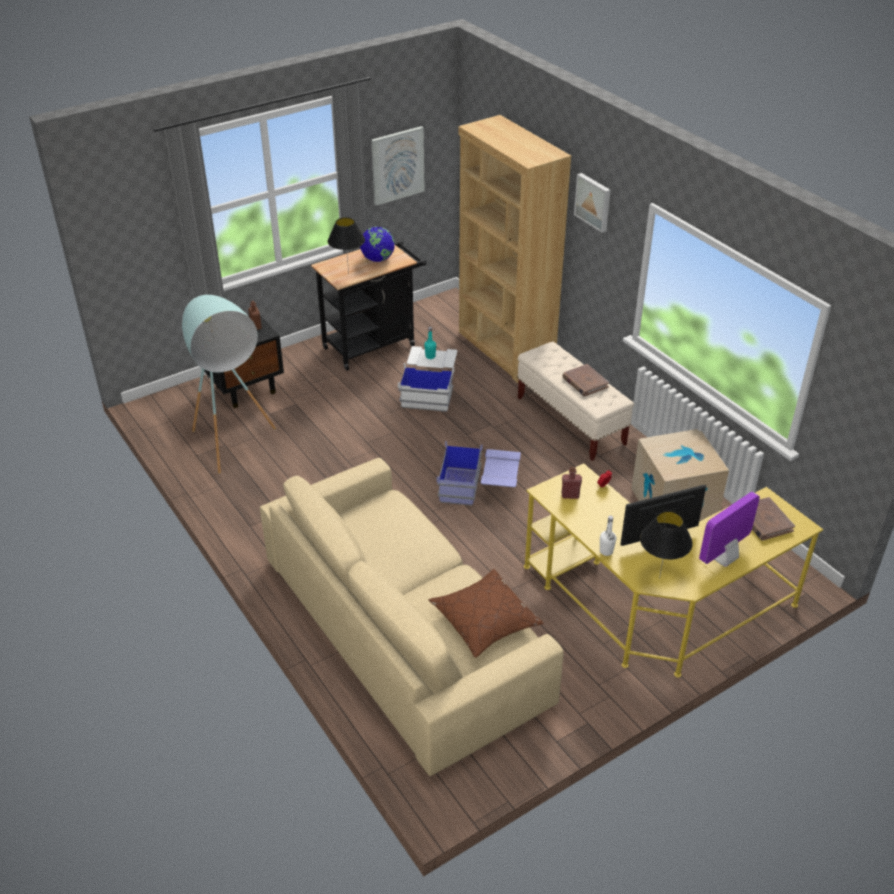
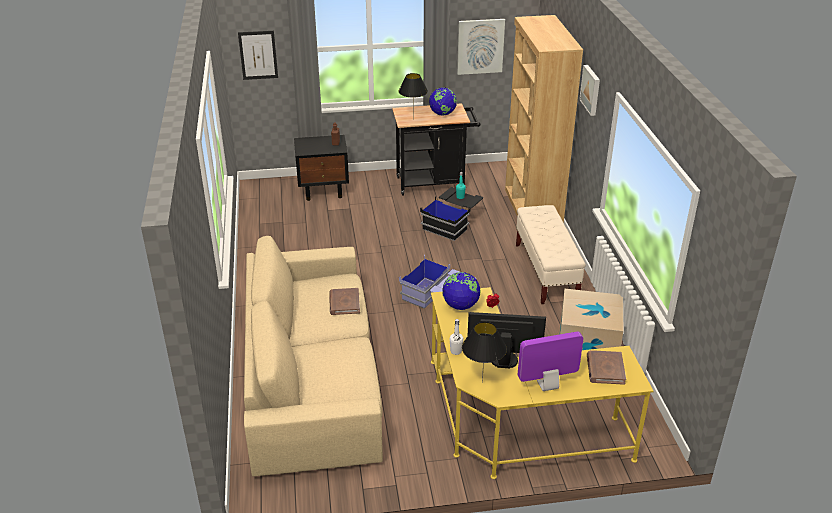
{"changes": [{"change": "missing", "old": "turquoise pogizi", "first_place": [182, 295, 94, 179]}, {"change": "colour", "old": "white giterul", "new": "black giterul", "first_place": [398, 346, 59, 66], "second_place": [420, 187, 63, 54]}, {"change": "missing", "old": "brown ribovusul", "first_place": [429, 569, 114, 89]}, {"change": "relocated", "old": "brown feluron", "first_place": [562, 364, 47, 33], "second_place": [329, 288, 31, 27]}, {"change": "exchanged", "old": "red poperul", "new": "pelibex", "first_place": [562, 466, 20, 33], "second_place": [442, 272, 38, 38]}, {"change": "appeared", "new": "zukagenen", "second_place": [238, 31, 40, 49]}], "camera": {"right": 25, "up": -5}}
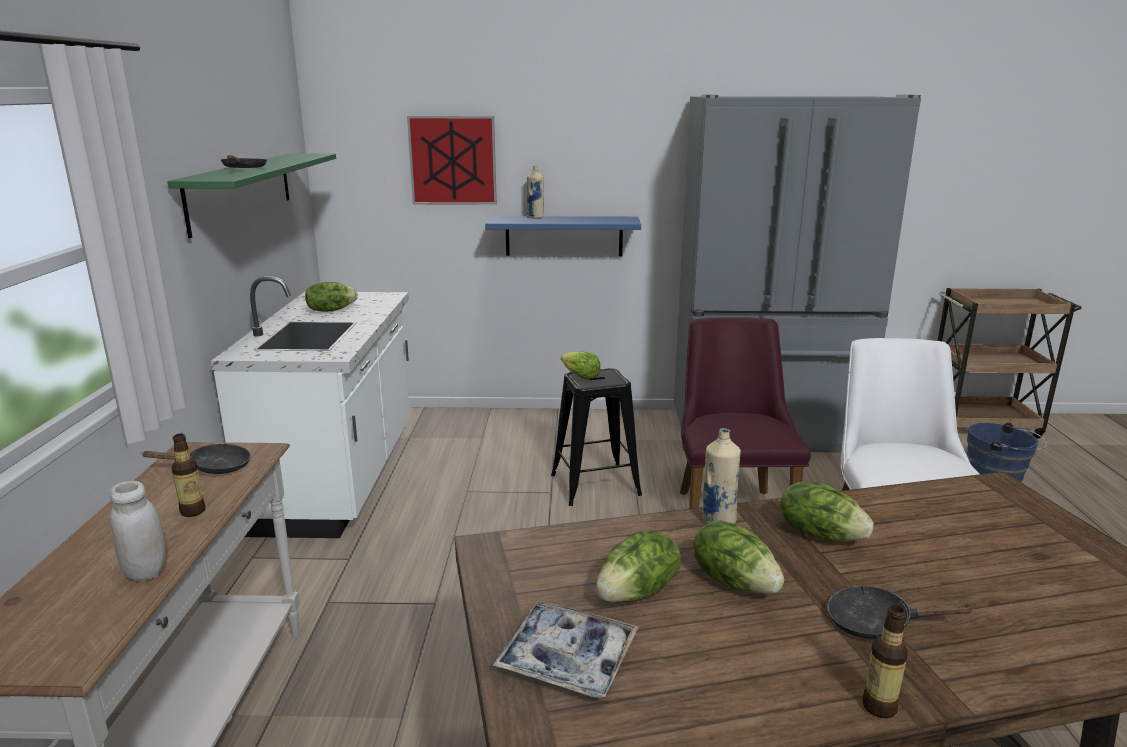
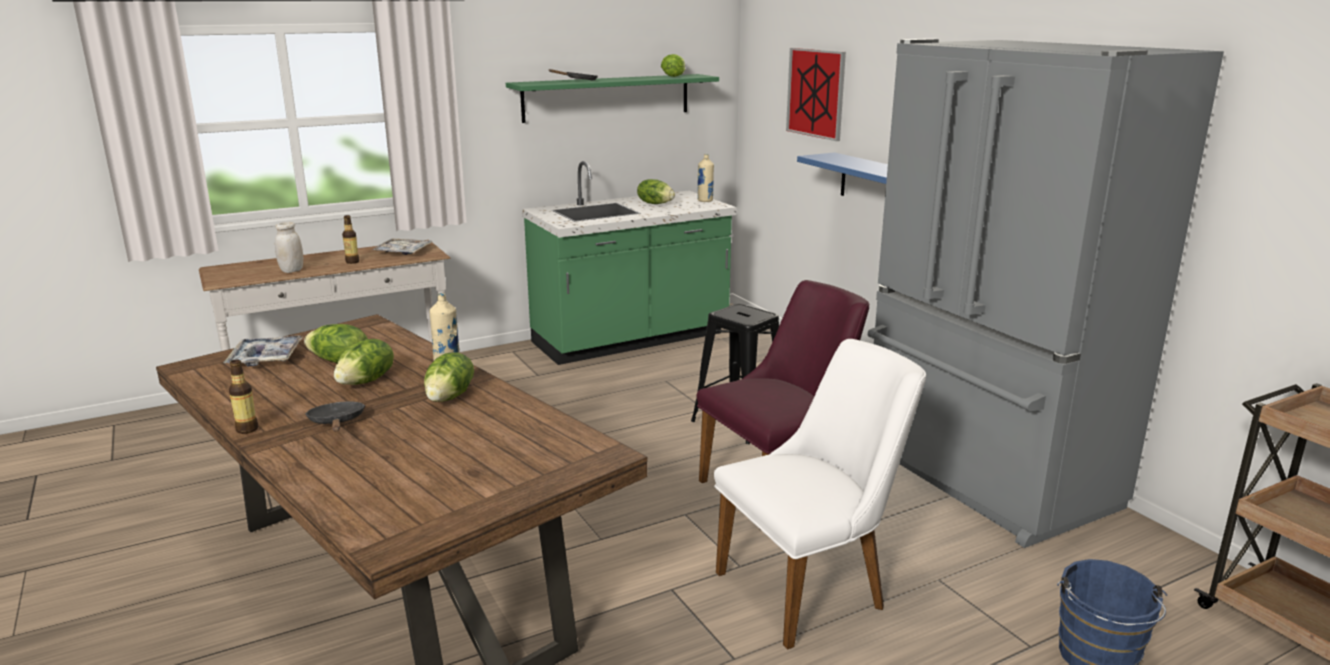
{"changes": [{"change": "exchanged", "old": "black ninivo", "new": "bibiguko", "first_place": [142, 443, 109, 31], "second_place": [371, 238, 62, 17]}, {"change": "colour", "old": "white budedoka", "new": "green budedoka", "first_place": [211, 276, 199, 262], "second_place": [522, 161, 214, 204]}, {"change": "relocated", "old": "beige poperul", "first_place": [526, 166, 18, 53], "second_place": [697, 154, 17, 48]}, {"change": "relocated", "old": "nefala", "first_place": [561, 351, 40, 28], "second_place": [661, 54, 24, 23]}], "camera": {"right": 60, "up": 0}}
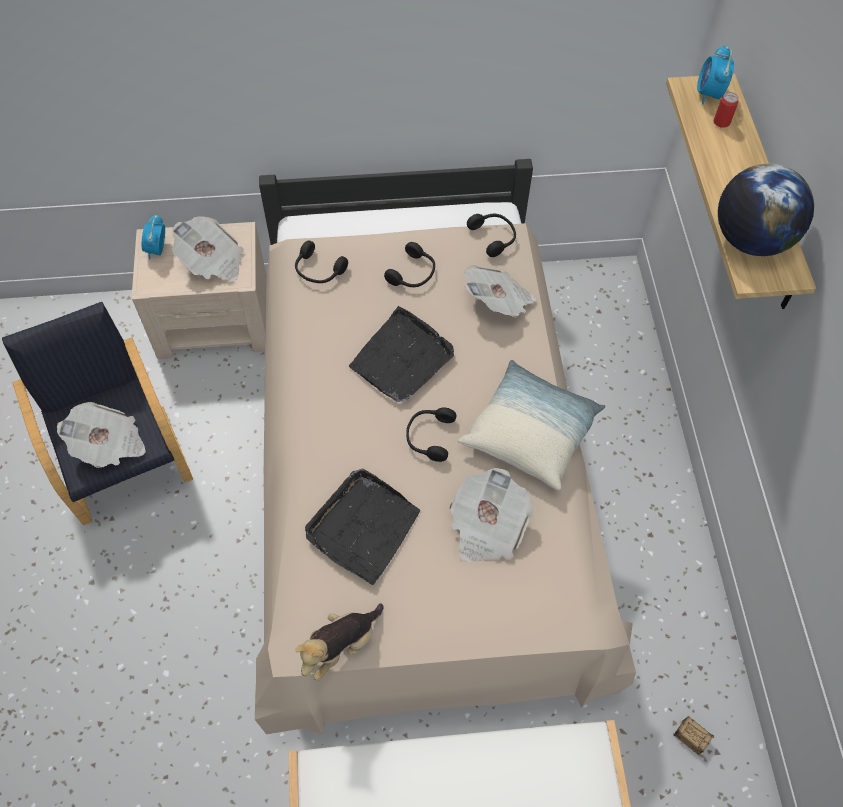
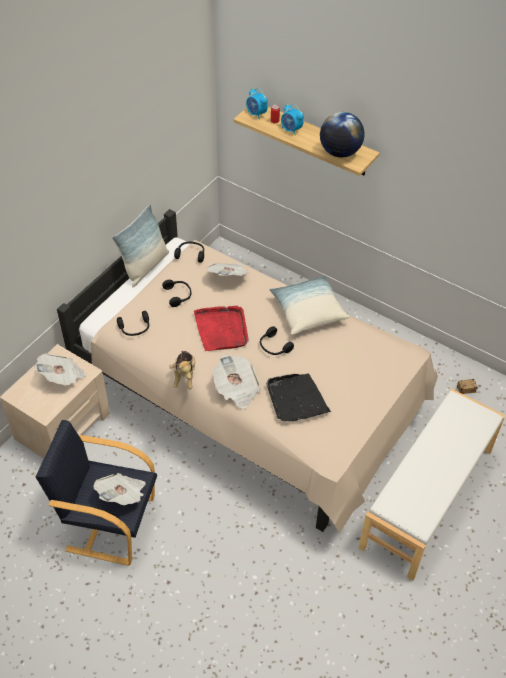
{"changes": [{"change": "relocated", "old": "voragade", "first_place": [142, 214, 23, 45], "second_place": [281, 104, 23, 31]}, {"change": "relocated", "old": "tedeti", "first_place": [295, 604, 89, 76], "second_place": [169, 351, 26, 38]}, {"change": "colour", "old": "black bibiguko", "new": "red bibiguko", "first_place": [349, 306, 105, 96], "second_place": [194, 306, 55, 45]}, {"change": "relocated", "old": "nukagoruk", "first_place": [450, 468, 83, 94], "second_place": [212, 354, 49, 55]}, {"change": "appeared", "new": "ribovusul", "second_place": [112, 204, 57, 83]}], "camera": {"right": -50, "up": -10}}
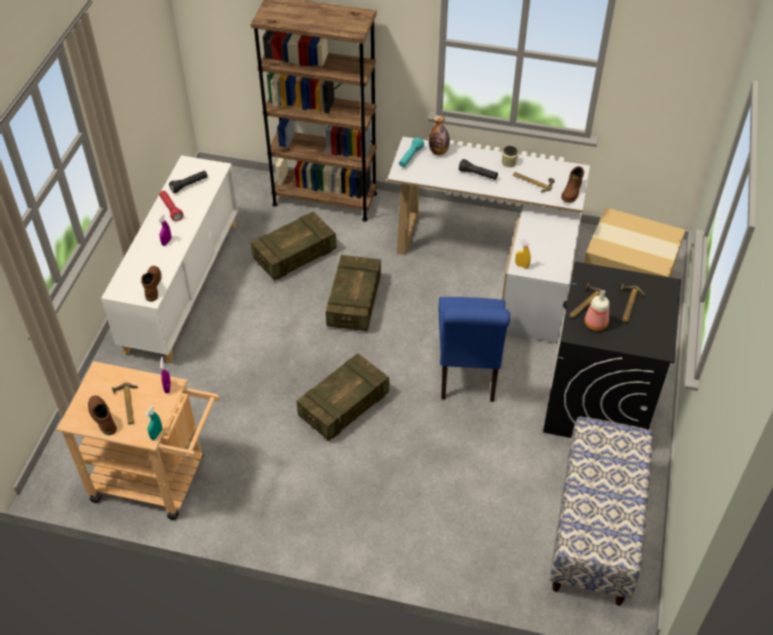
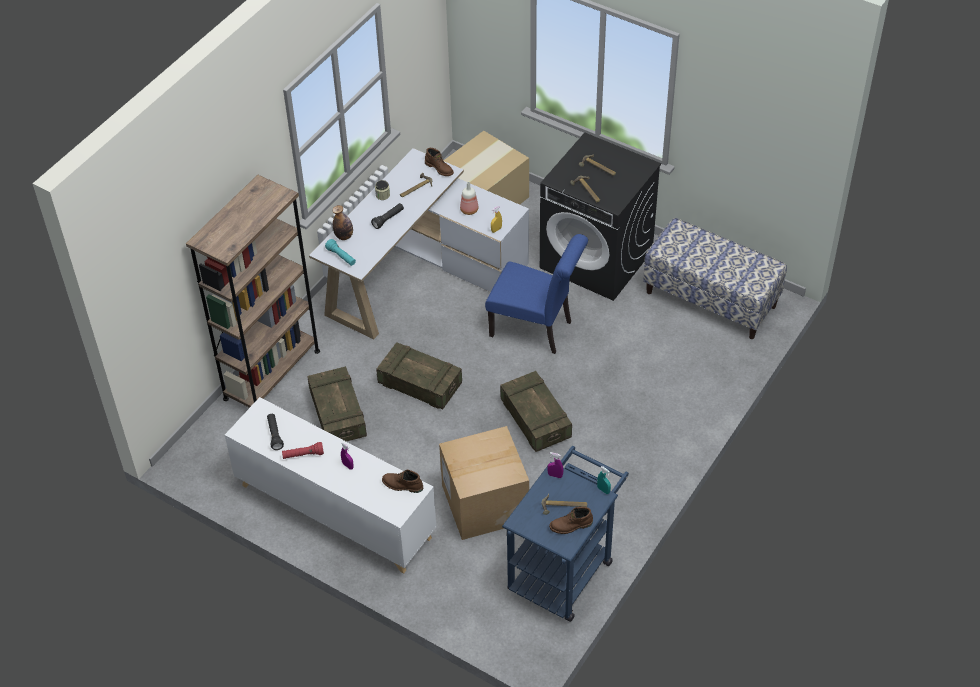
{"changes": [{"change": "colour", "old": "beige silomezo", "new": "blue silomezo", "first_place": [57, 361, 163, 159], "second_place": [502, 446, 127, 176]}, {"change": "relocated", "old": "poperul", "first_place": [585, 290, 24, 41], "second_place": [460, 182, 19, 33]}, {"change": "appeared", "new": "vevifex", "second_place": [439, 426, 90, 114]}], "camera": {"right": -70, "up": 0}}
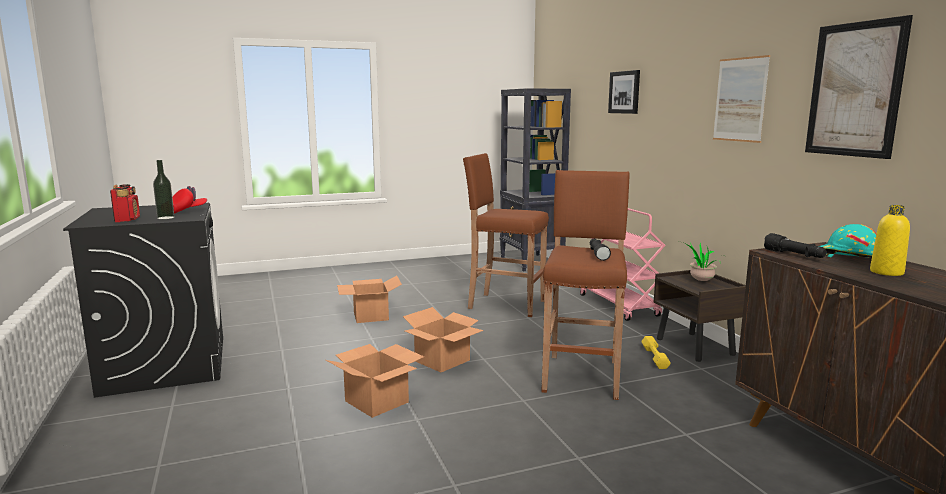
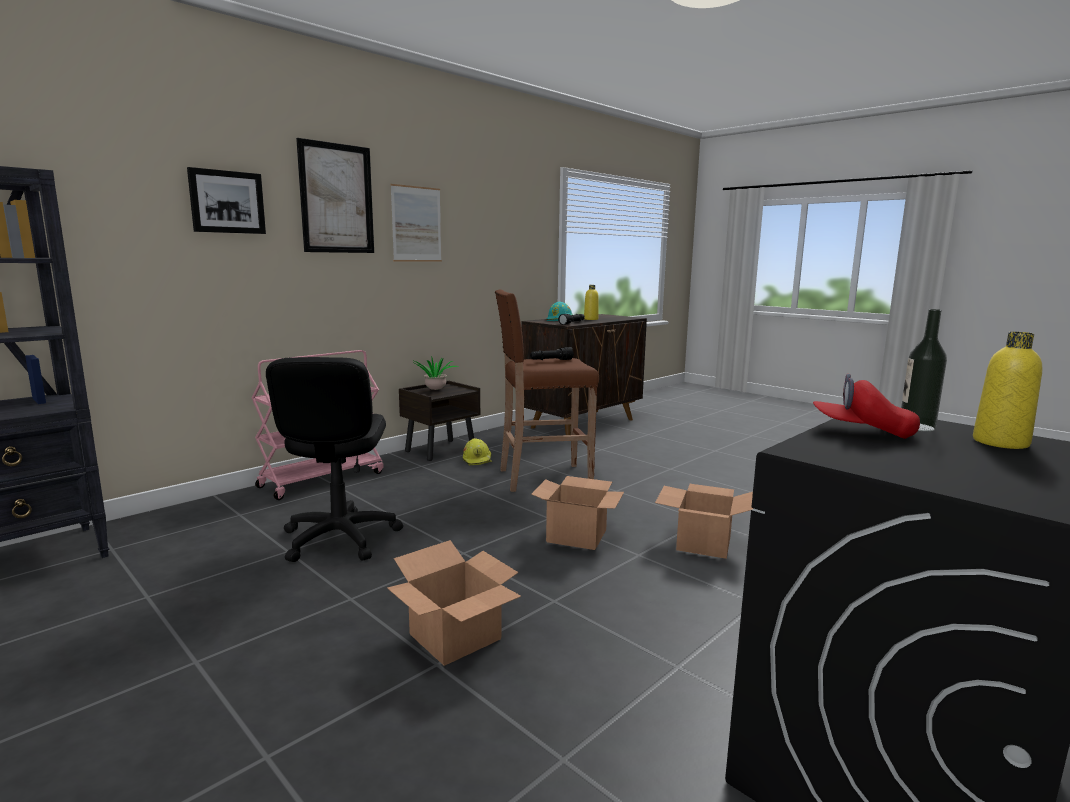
{"changes": [{"change": "exchanged", "old": "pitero", "new": "yellow poperul", "first_place": [110, 184, 30, 38], "second_place": [973, 332, 69, 117]}, {"change": "exchanged", "old": "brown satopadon", "new": "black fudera", "first_place": [463, 153, 86, 164], "second_place": [266, 357, 137, 205]}, {"change": "exchanged", "old": "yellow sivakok", "new": "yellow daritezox", "first_place": [641, 336, 30, 33], "second_place": [463, 438, 29, 27]}, {"change": "relocated", "old": "zukagenen", "first_place": [805, 15, 108, 144], "second_place": [296, 138, 78, 115]}], "camera": {"right": -115, "up": 0}}
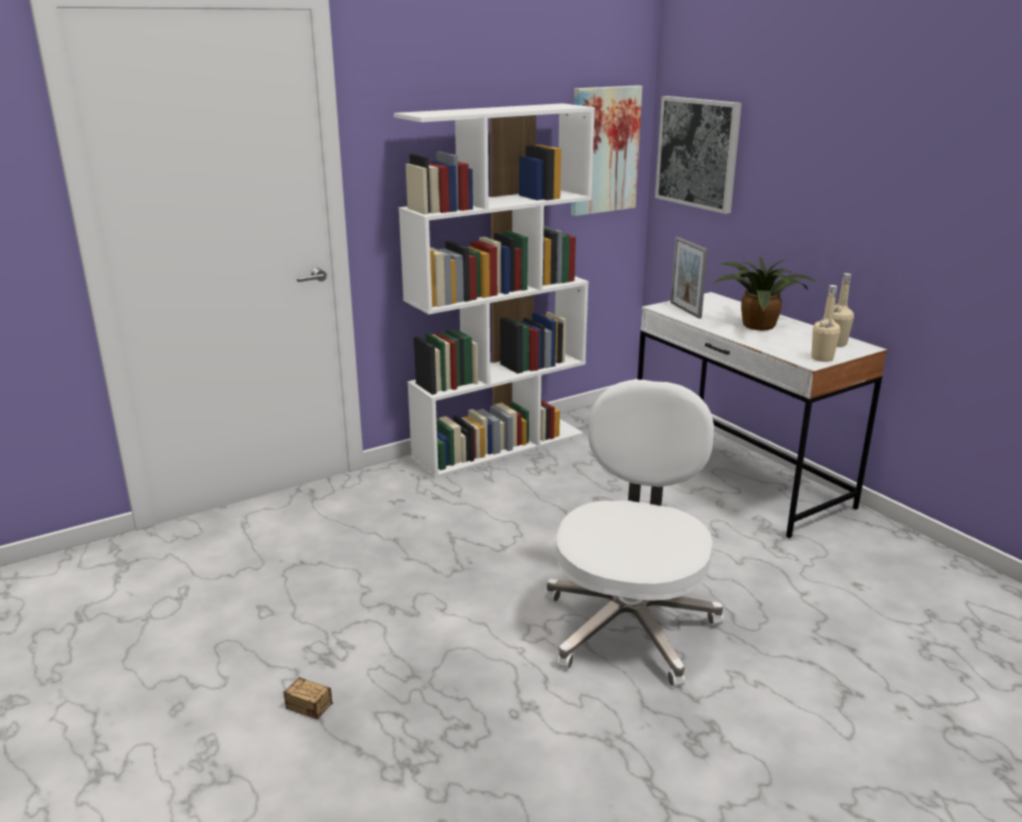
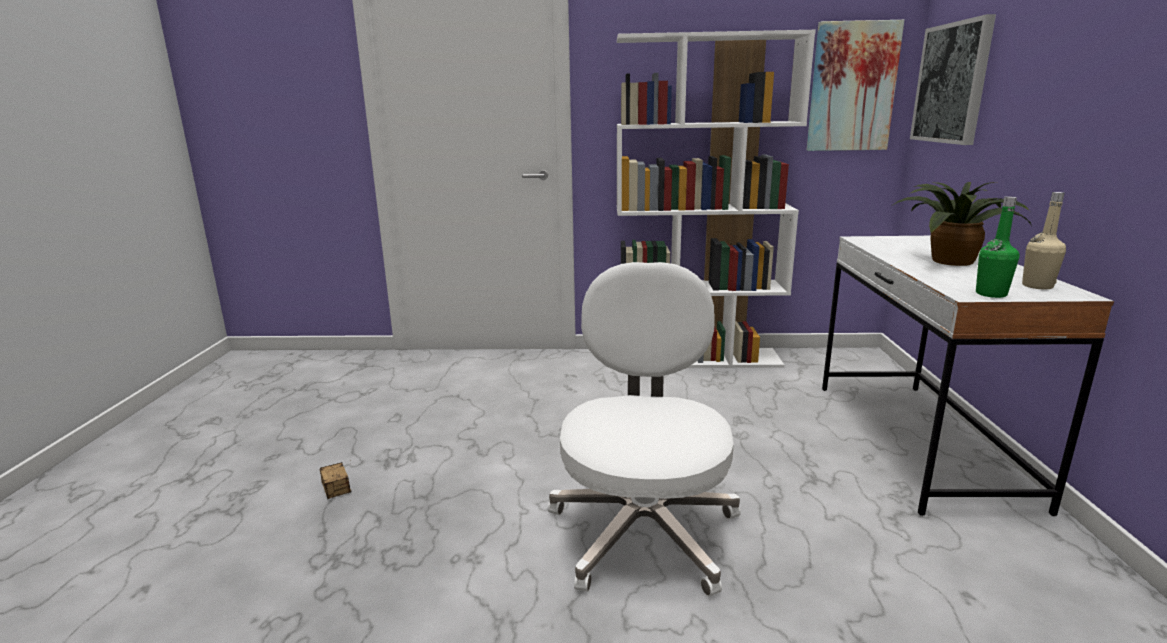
{"changes": [{"change": "spun", "old": "white fudera", "first_place": [545, 380, 178, 307], "second_place": [548, 262, 193, 335], "degrees": -45}, {"change": "missing", "old": "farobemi", "first_place": [670, 237, 38, 82]}, {"change": "colour", "old": "beige poperul", "new": "green poperul", "first_place": [811, 285, 29, 77], "second_place": [976, 196, 43, 102]}], "camera": {"right": 35, "up": -5}}
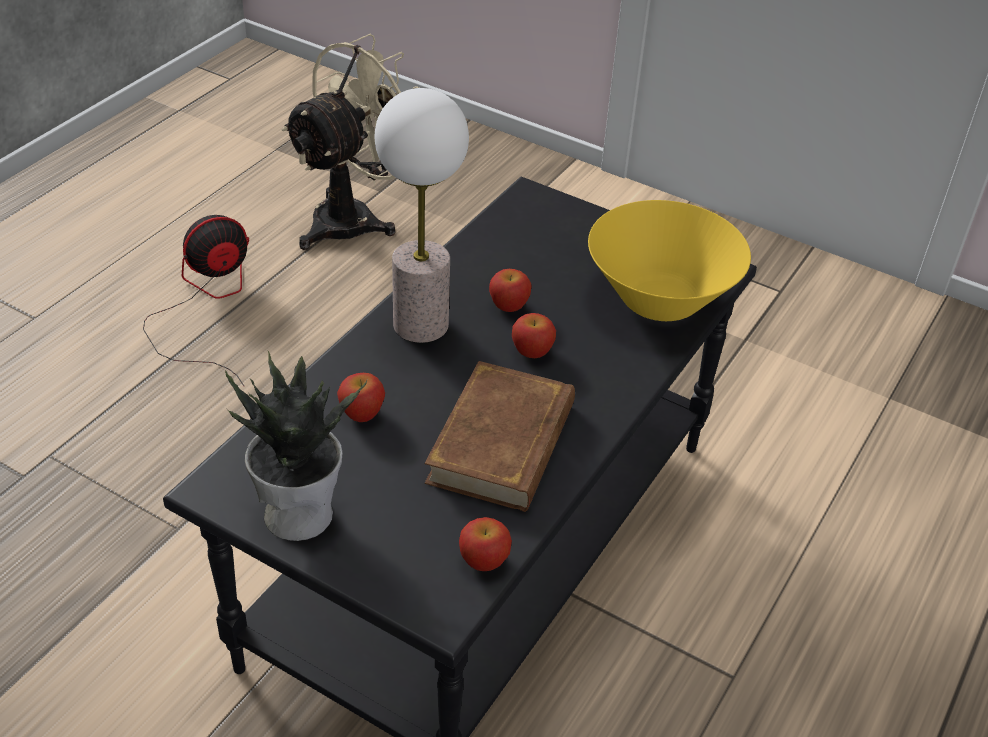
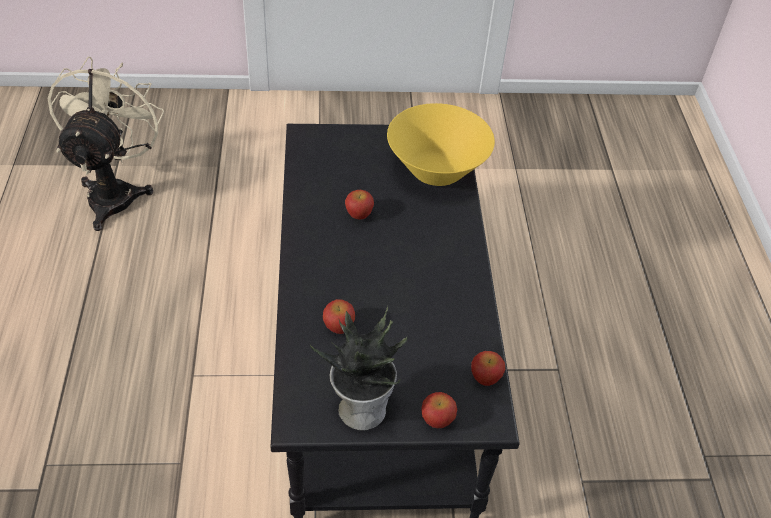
{"changes": [{"change": "missing", "old": "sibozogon", "first_place": [143, 215, 106, 171]}, {"change": "missing", "old": "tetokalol", "first_place": [375, 88, 94, 255]}, {"change": "missing", "old": "brown feluron", "first_place": [425, 361, 150, 151]}, {"change": "relocated", "old": "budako", "first_place": [512, 313, 44, 45], "second_place": [421, 392, 36, 36]}], "camera": {"right": -35, "up": 5}}
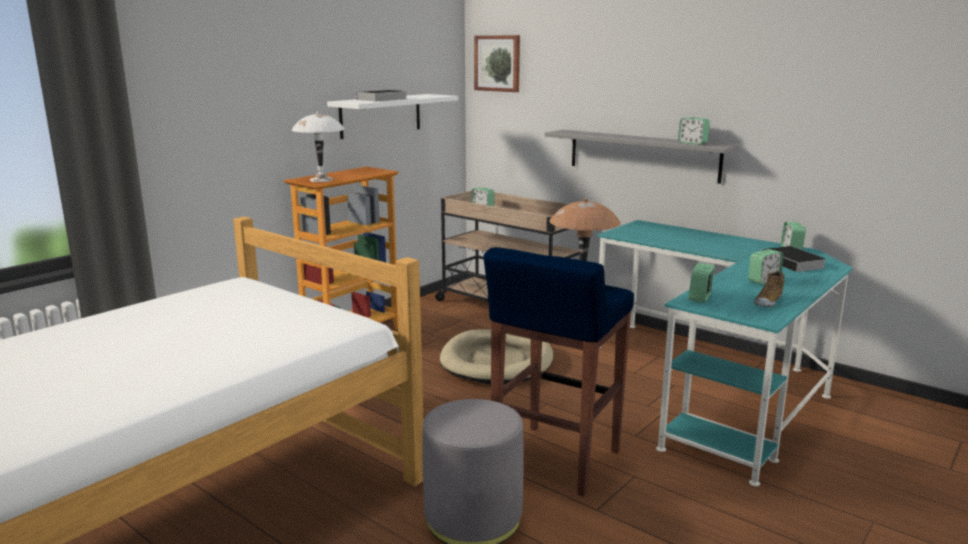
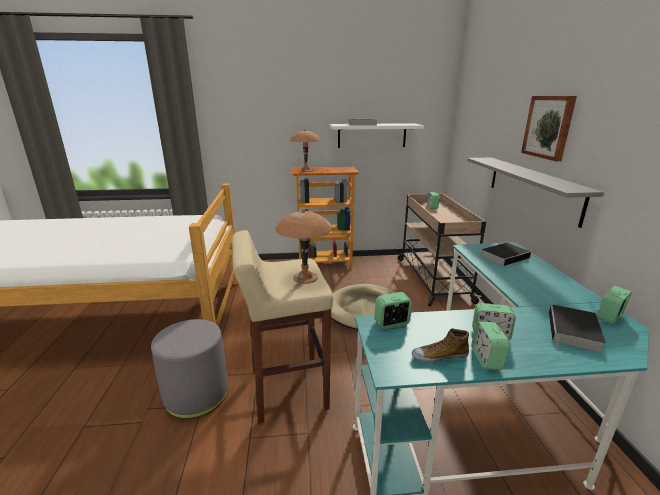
{"changes": [{"change": "colour", "old": "white tetokalol", "new": "brown tetokalol", "first_place": [292, 112, 53, 70], "second_place": [290, 129, 31, 43]}, {"change": "relocated", "old": "zukagenen", "first_place": [474, 35, 46, 57], "second_place": [521, 96, 56, 65]}, {"change": "colour", "old": "blue satopadon", "new": "beige satopadon", "first_place": [484, 247, 150, 249], "second_place": [232, 230, 101, 194]}, {"change": "relocated", "old": "voragade", "first_place": [678, 117, 32, 28], "second_place": [472, 322, 38, 48]}, {"change": "appeared", "new": "feluron", "second_place": [481, 243, 51, 23]}], "camera": {"right": 45, "up": 5}}
